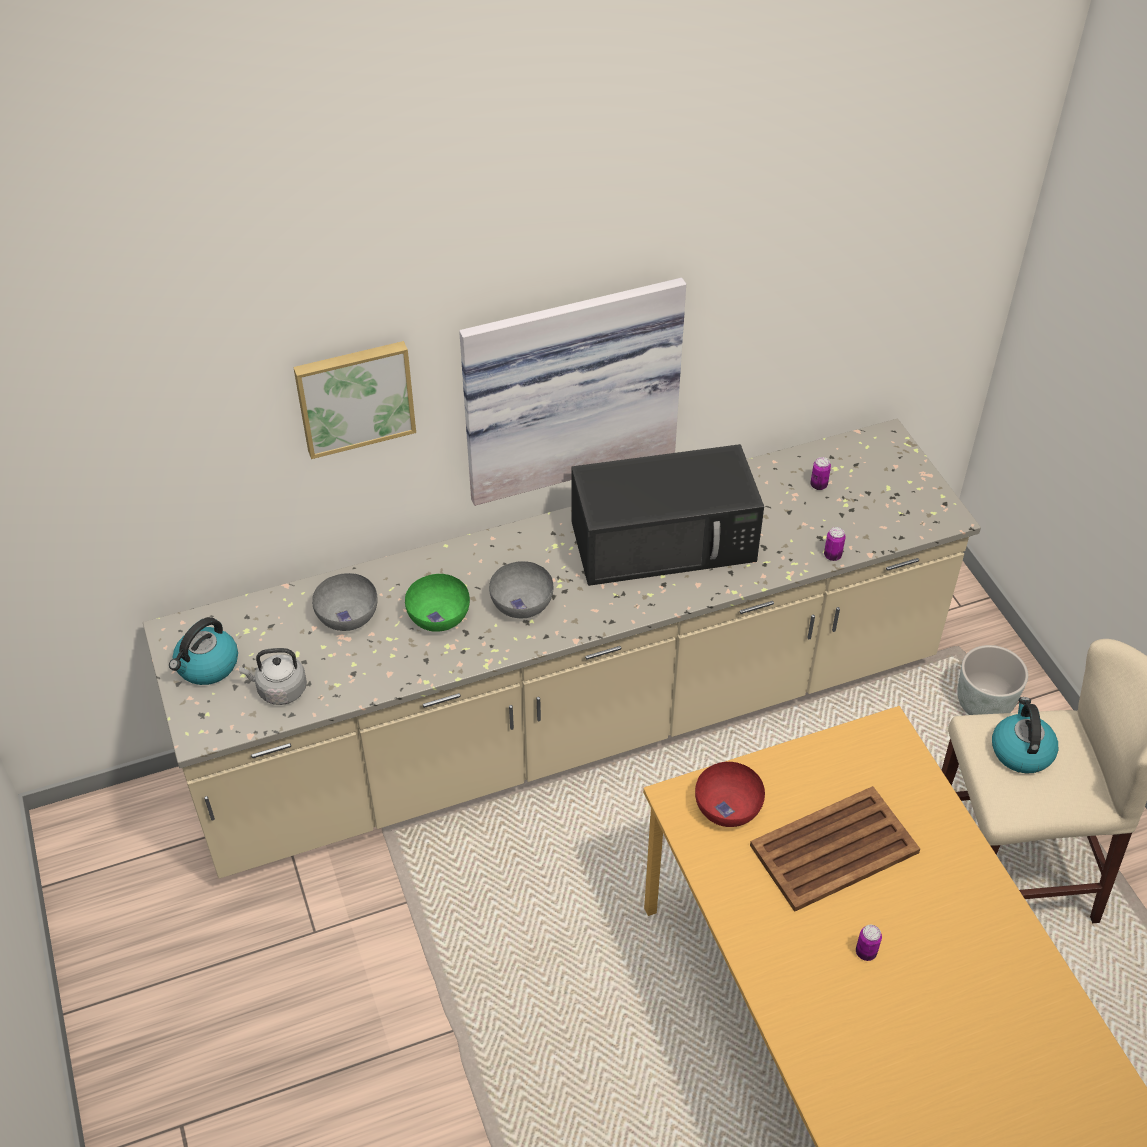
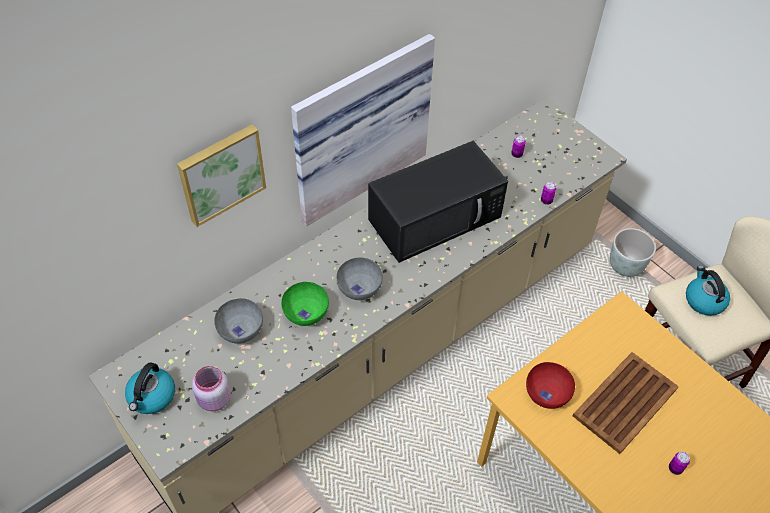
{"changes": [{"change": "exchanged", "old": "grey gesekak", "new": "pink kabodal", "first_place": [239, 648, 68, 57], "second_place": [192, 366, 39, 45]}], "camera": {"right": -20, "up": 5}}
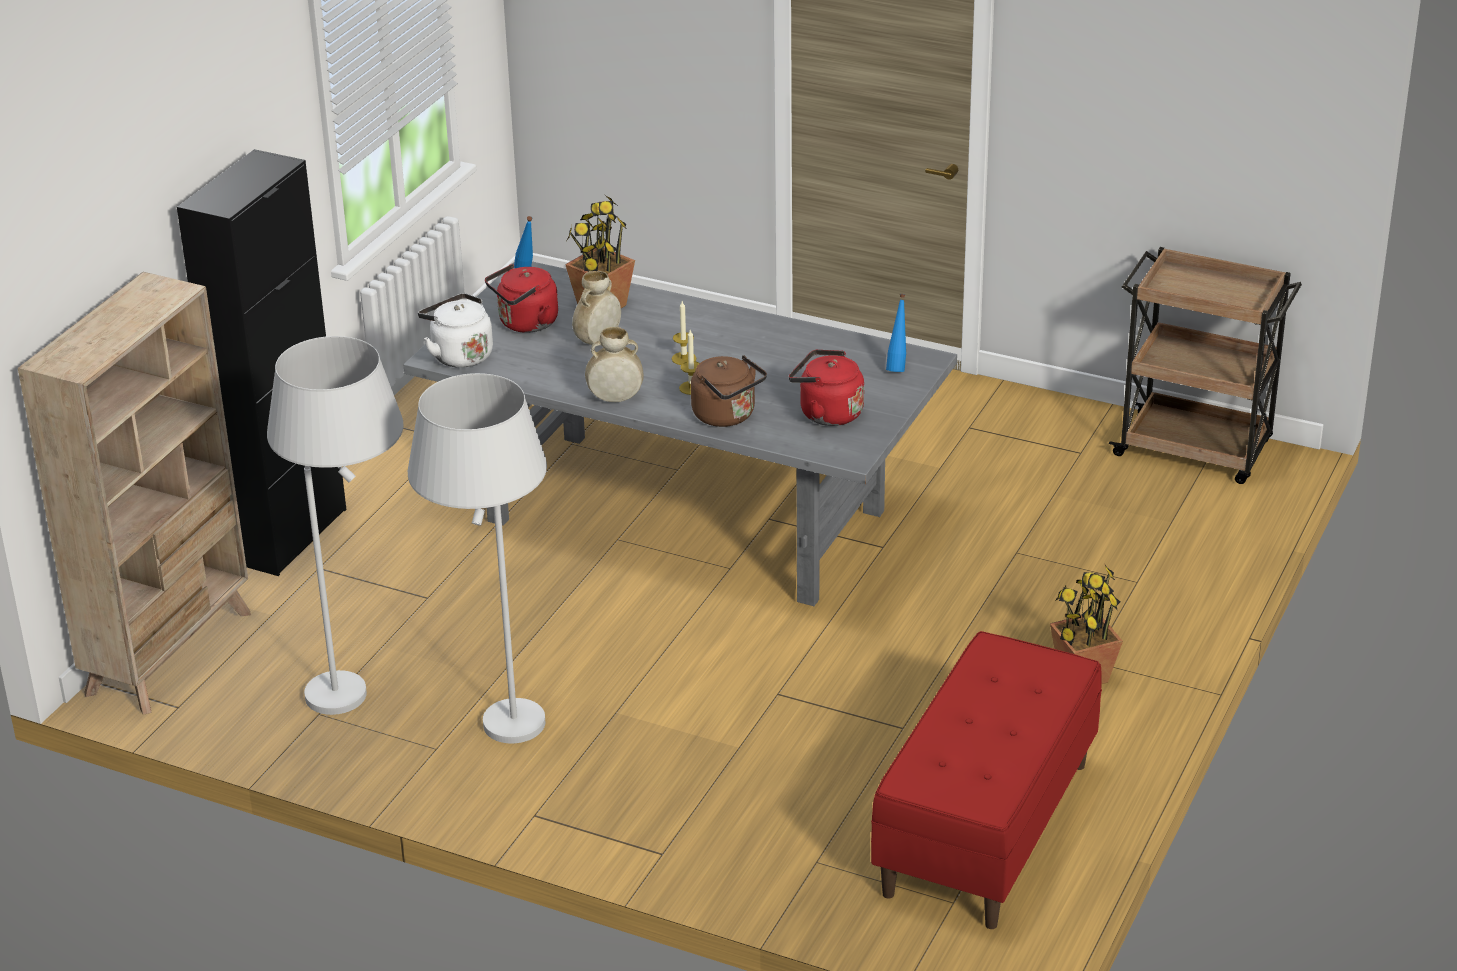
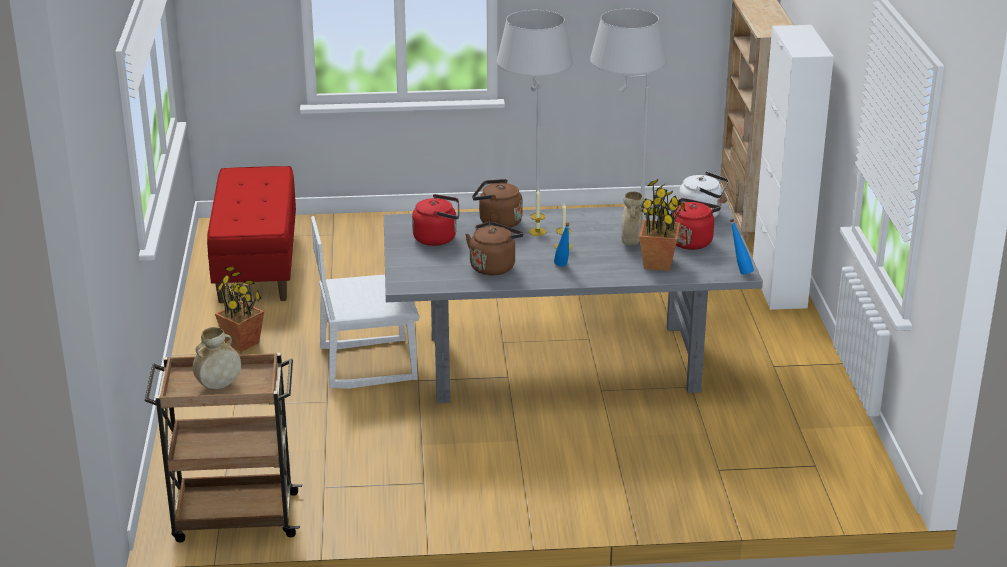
{"changes": [{"change": "colour", "old": "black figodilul", "new": "white figodilul", "first_place": [177, 149, 169, 427], "second_place": [753, 25, 81, 285]}, {"change": "relocated", "old": "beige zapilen", "first_place": [585, 327, 59, 75], "second_place": [193, 327, 48, 62]}, {"change": "relocated", "old": "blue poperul", "first_place": [886, 294, 20, 78], "second_place": [554, 222, 16, 45]}, {"change": "appeared", "new": "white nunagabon", "second_place": [311, 216, 109, 173]}, {"change": "appeared", "new": "brown gesekak", "second_place": [465, 222, 59, 53]}], "camera": {"right": 150, "up": -5}}
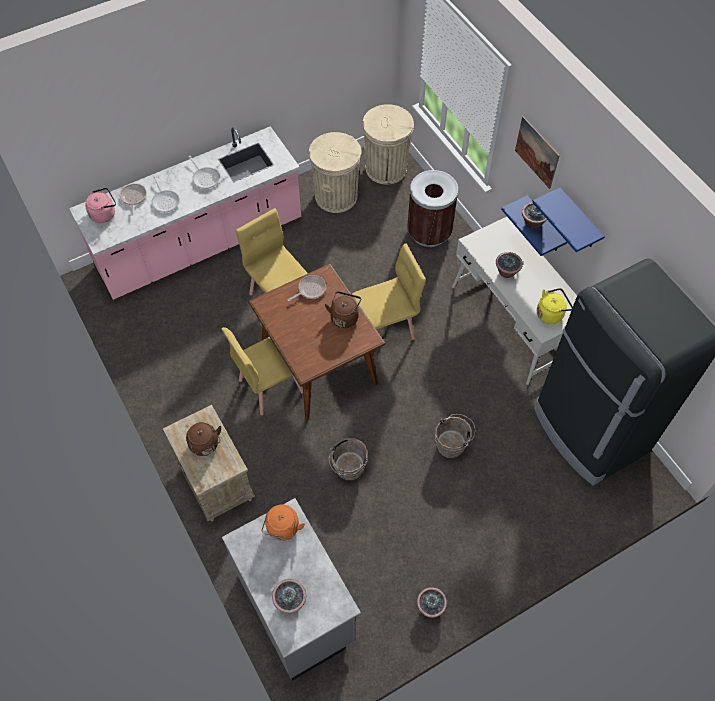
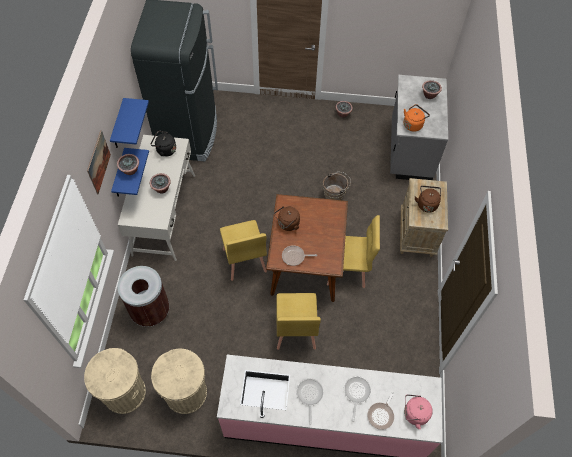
{"changes": [{"change": "spun", "old": "yellow nunagabon", "first_place": [352, 243, 74, 97], "second_place": [220, 220, 47, 61], "degrees": -120}, {"change": "missing", "old": "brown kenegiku", "first_place": [435, 414, 40, 44]}, {"change": "colour", "old": "yellow gesekak", "new": "black gesekak", "first_place": [537, 288, 36, 36], "second_place": [151, 131, 25, 26]}], "camera": {"right": -145, "up": 0}}
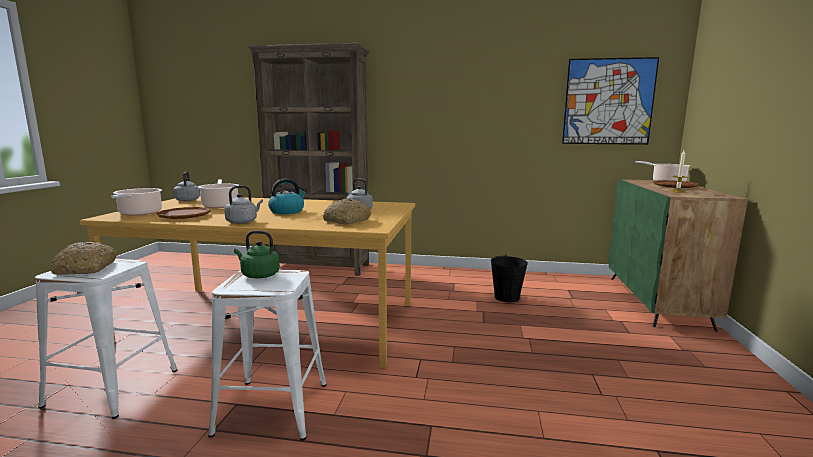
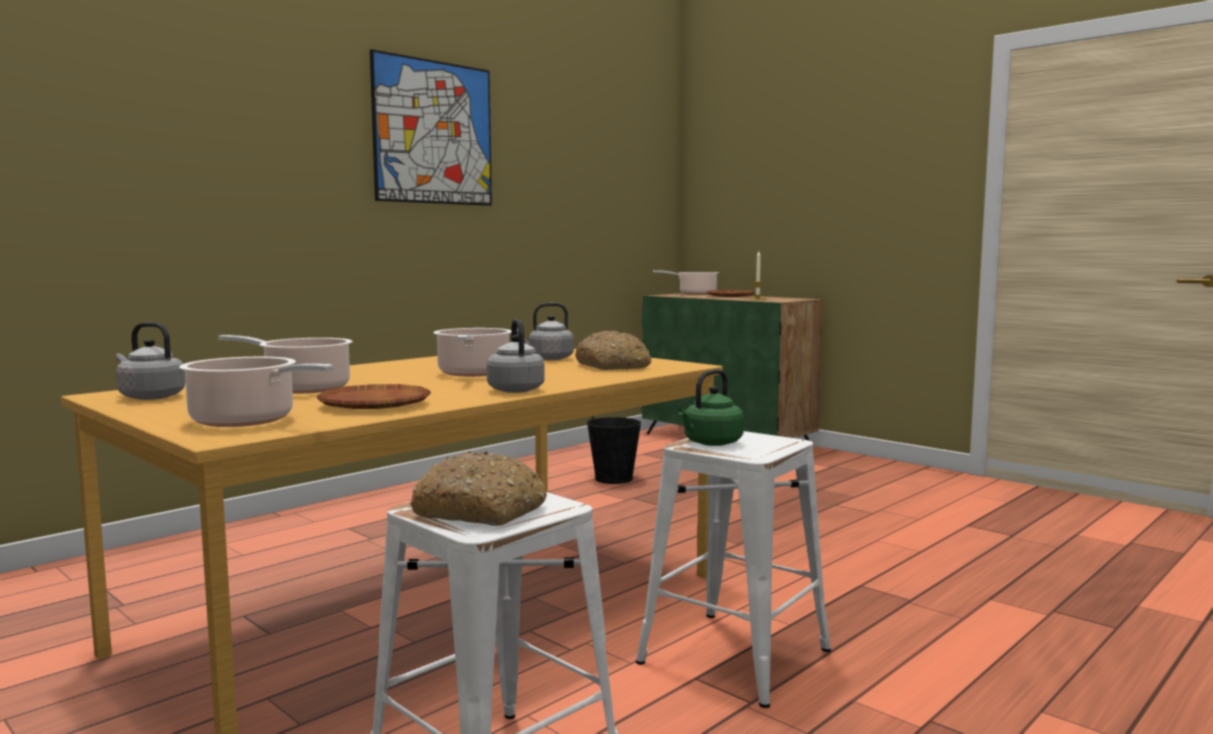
{"changes": [{"change": "missing", "old": "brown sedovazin", "first_place": [248, 43, 121, 233]}, {"change": "exchanged", "old": "gesekak", "new": "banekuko", "first_place": [268, 179, 39, 35], "second_place": [433, 328, 78, 49]}, {"change": "relocated", "old": "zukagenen", "first_place": [562, 57, 97, 88], "second_place": [370, 49, 122, 157]}], "camera": {"right": -55, "up": -5}}
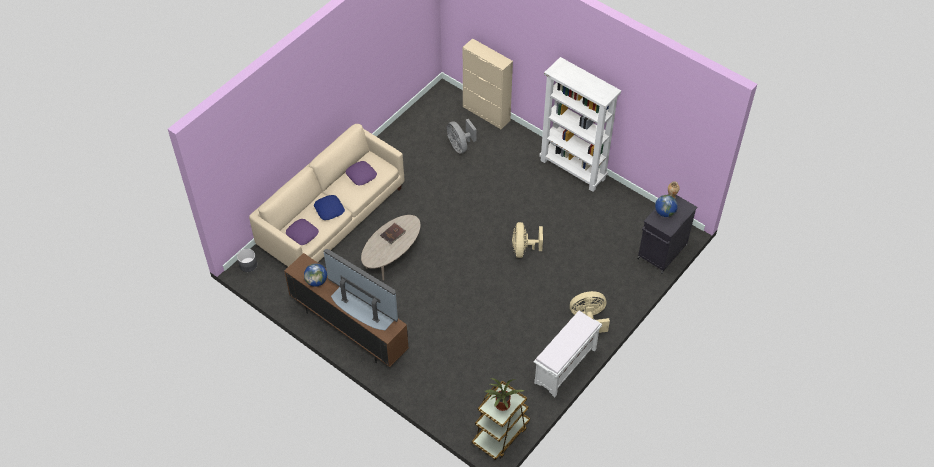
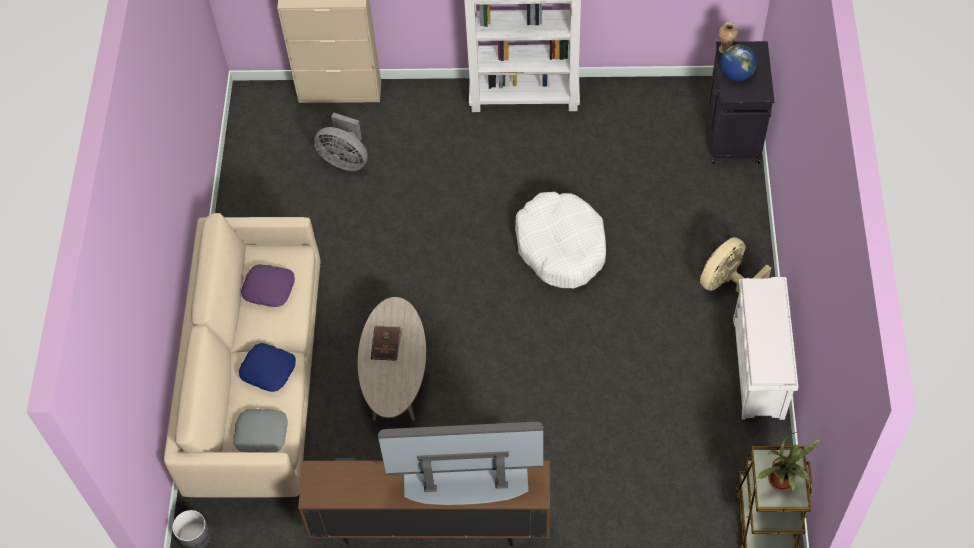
{"changes": [{"change": "colour", "old": "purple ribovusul", "new": "grey ribovusul", "first_place": [286, 219, 33, 26], "second_place": [233, 409, 55, 43]}, {"change": "missing", "old": "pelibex", "first_place": [304, 263, 23, 24]}, {"change": "exchanged", "old": "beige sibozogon", "new": "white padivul", "first_place": [512, 222, 31, 36], "second_place": [515, 192, 91, 97]}], "camera": {"right": -35, "up": 5}}
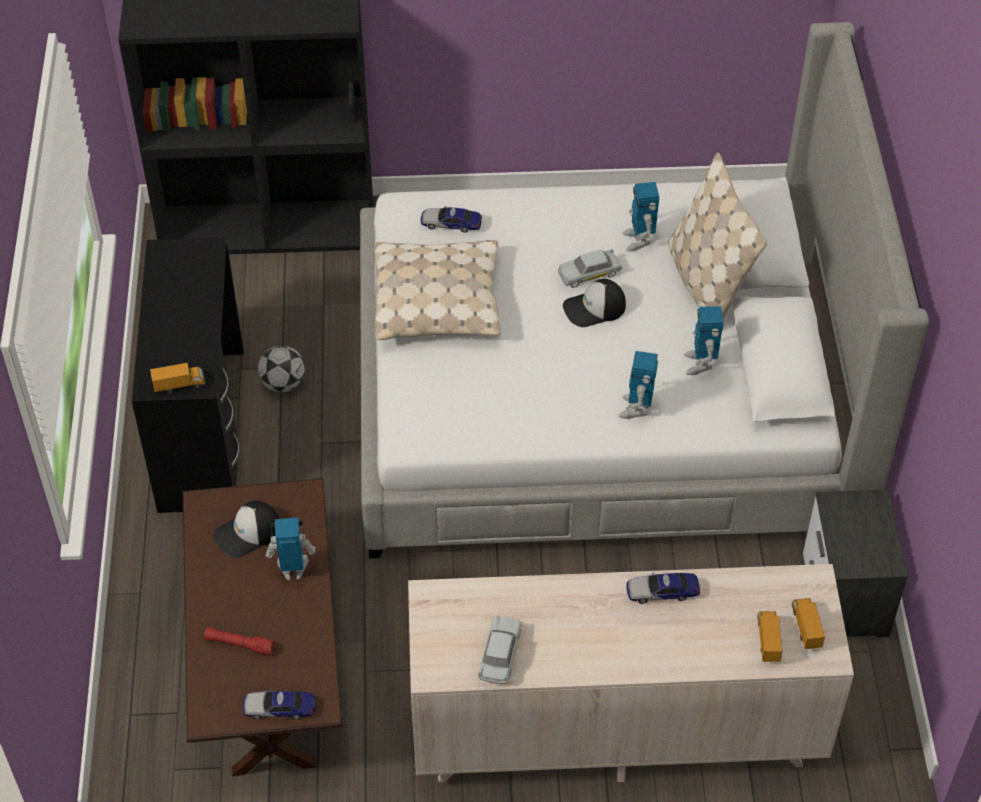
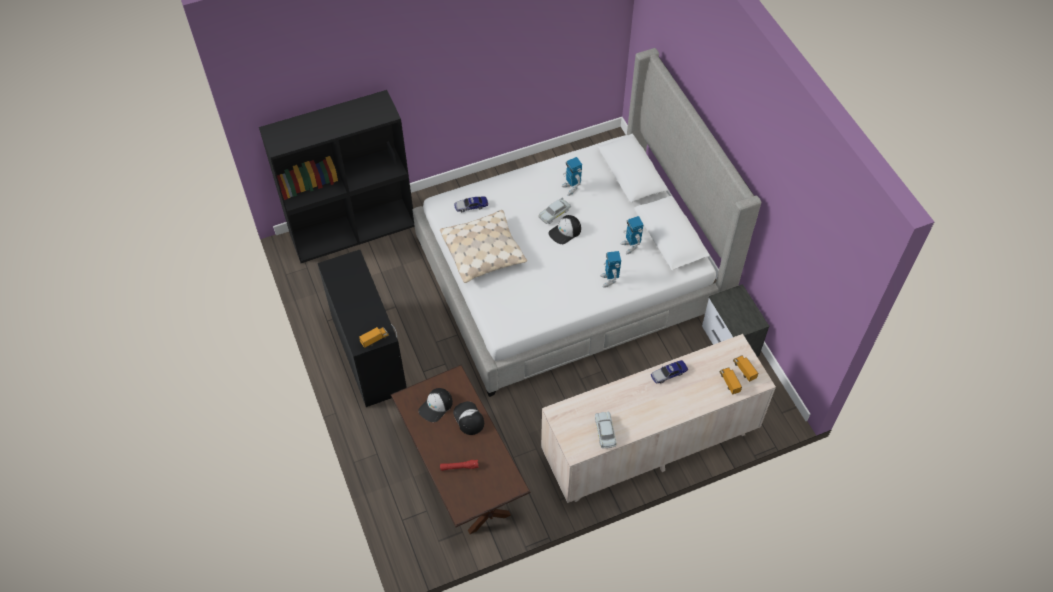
{"changes": [{"change": "missing", "old": "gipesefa", "first_place": [243, 689, 73, 31]}, {"change": "missing", "old": "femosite", "first_place": [258, 345, 47, 47]}, {"change": "exchanged", "old": "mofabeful", "new": "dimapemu", "first_place": [265, 518, 51, 62], "second_place": [453, 401, 31, 34]}, {"change": "missing", "old": "beige ribovusul", "first_place": [668, 153, 99, 167]}], "camera": {"right": -20, "up": 5}}
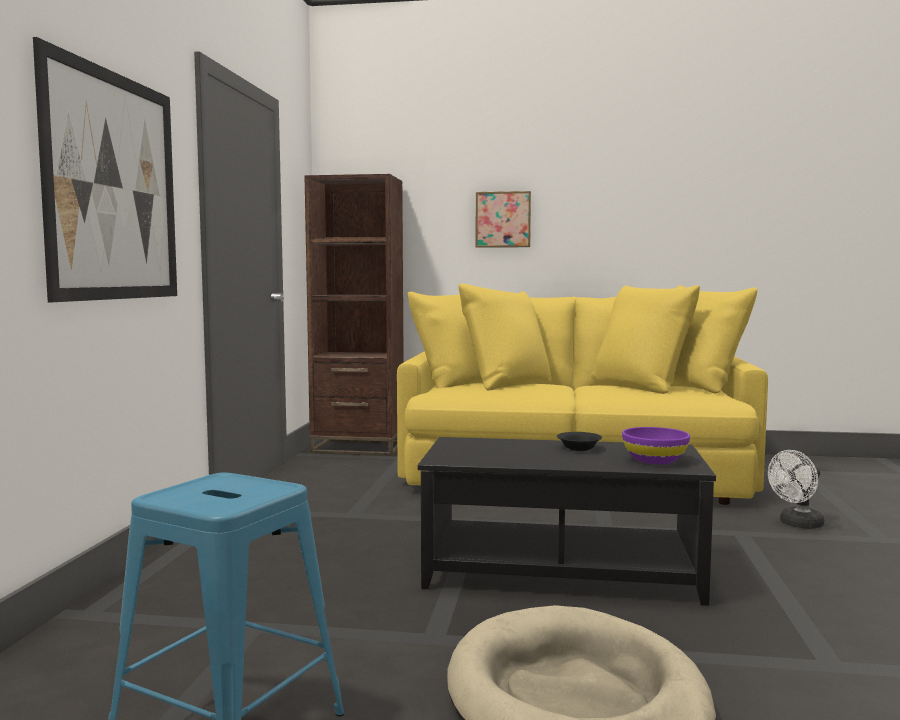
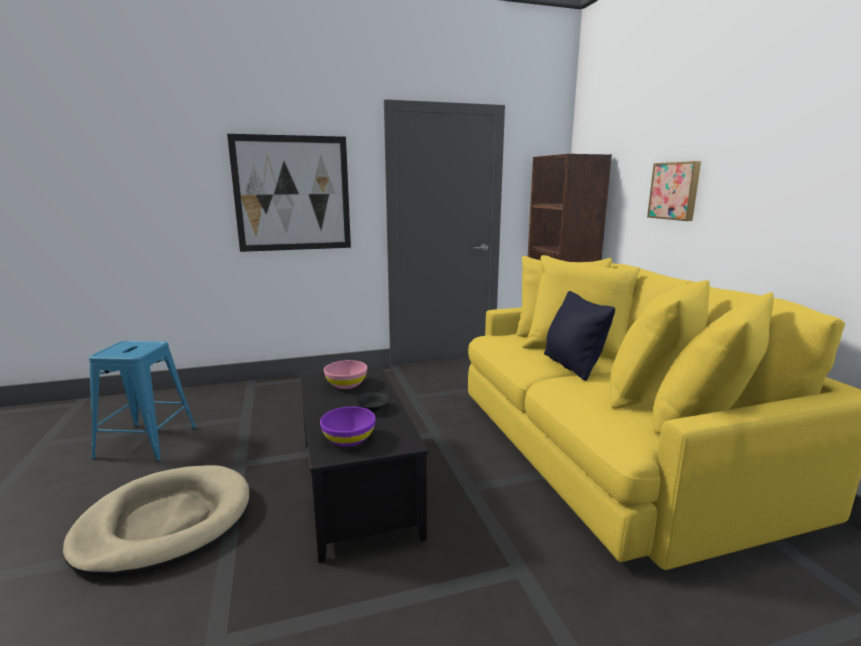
{"changes": [{"change": "missing", "old": "white sibozogon", "first_place": [768, 450, 56, 79]}, {"change": "appeared", "new": "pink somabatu", "second_place": [324, 360, 43, 29]}, {"change": "appeared", "new": "black ribovusul", "second_place": [544, 291, 71, 90]}], "camera": {"right": 65, "up": 10}}
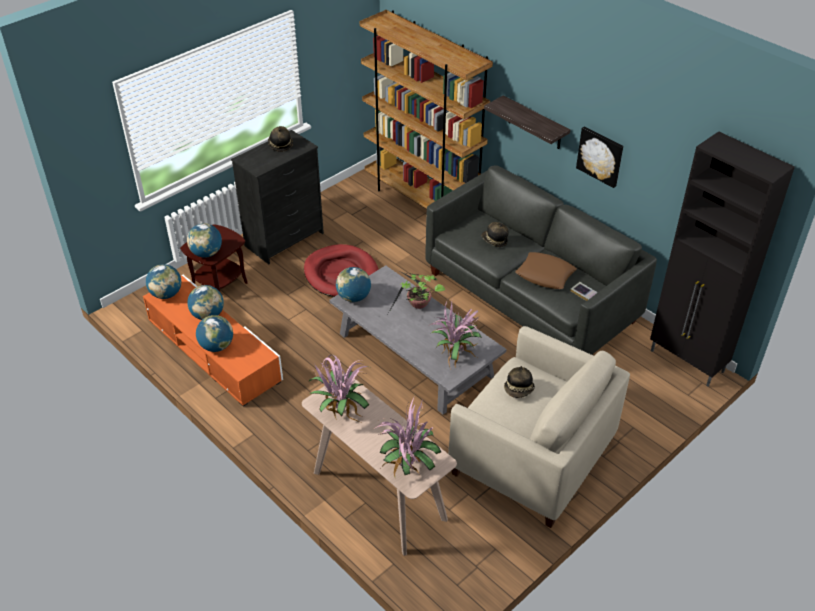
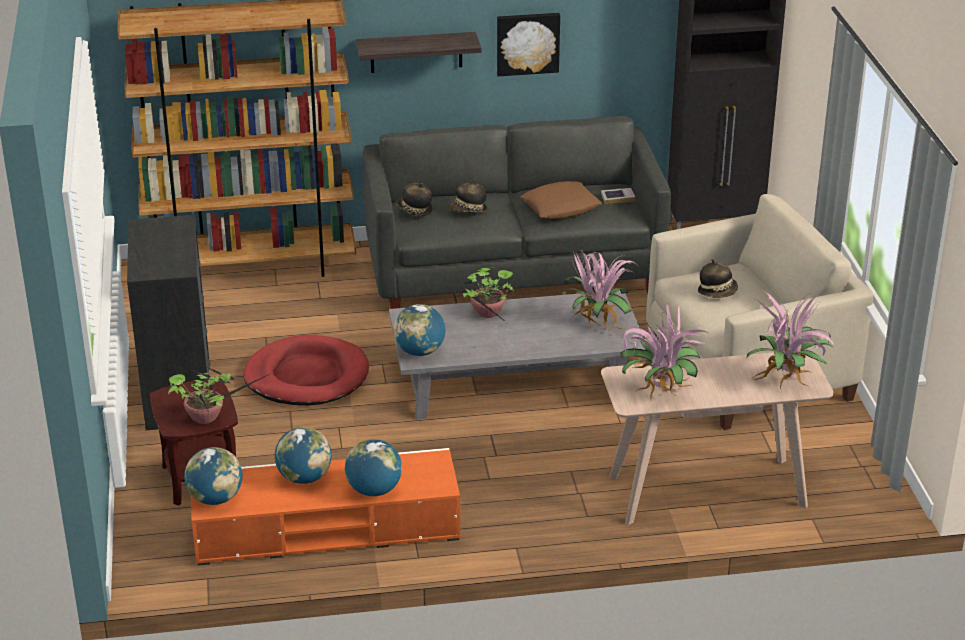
{"changes": [{"change": "exchanged", "old": "pelibex", "new": "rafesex", "first_place": [187, 223, 35, 35], "second_place": [168, 366, 103, 58]}, {"change": "relocated", "old": "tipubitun", "first_place": [268, 126, 25, 26], "second_place": [396, 183, 37, 33]}], "camera": {"right": -55, "up": -10}}
